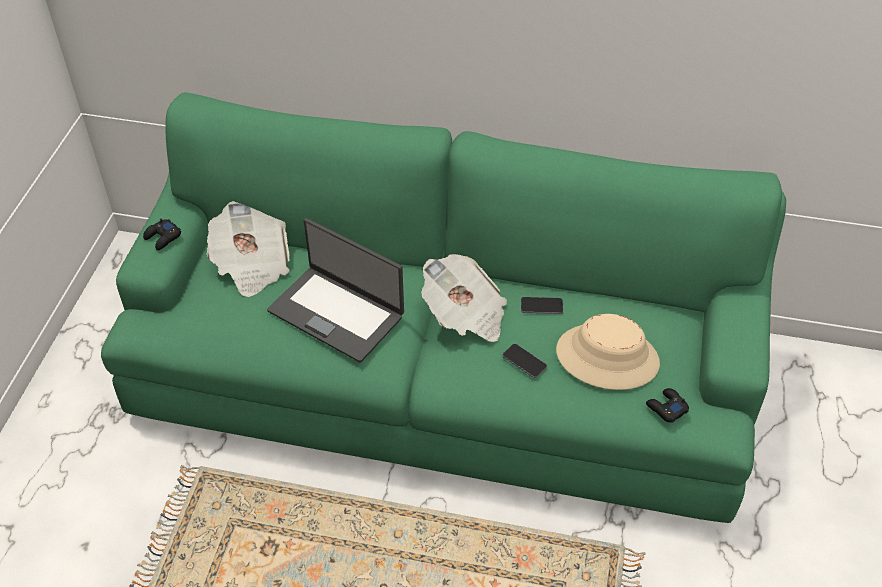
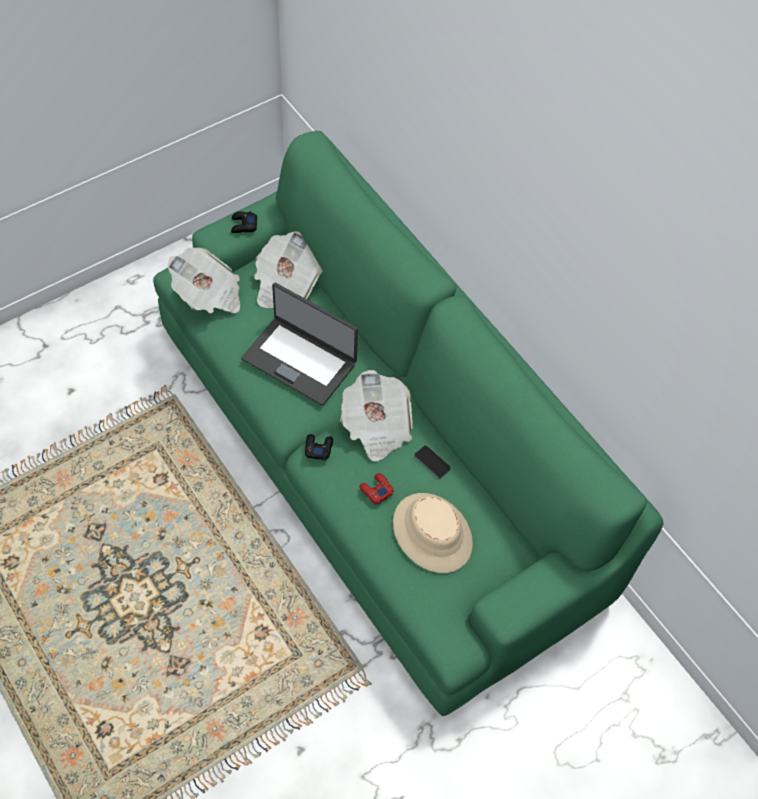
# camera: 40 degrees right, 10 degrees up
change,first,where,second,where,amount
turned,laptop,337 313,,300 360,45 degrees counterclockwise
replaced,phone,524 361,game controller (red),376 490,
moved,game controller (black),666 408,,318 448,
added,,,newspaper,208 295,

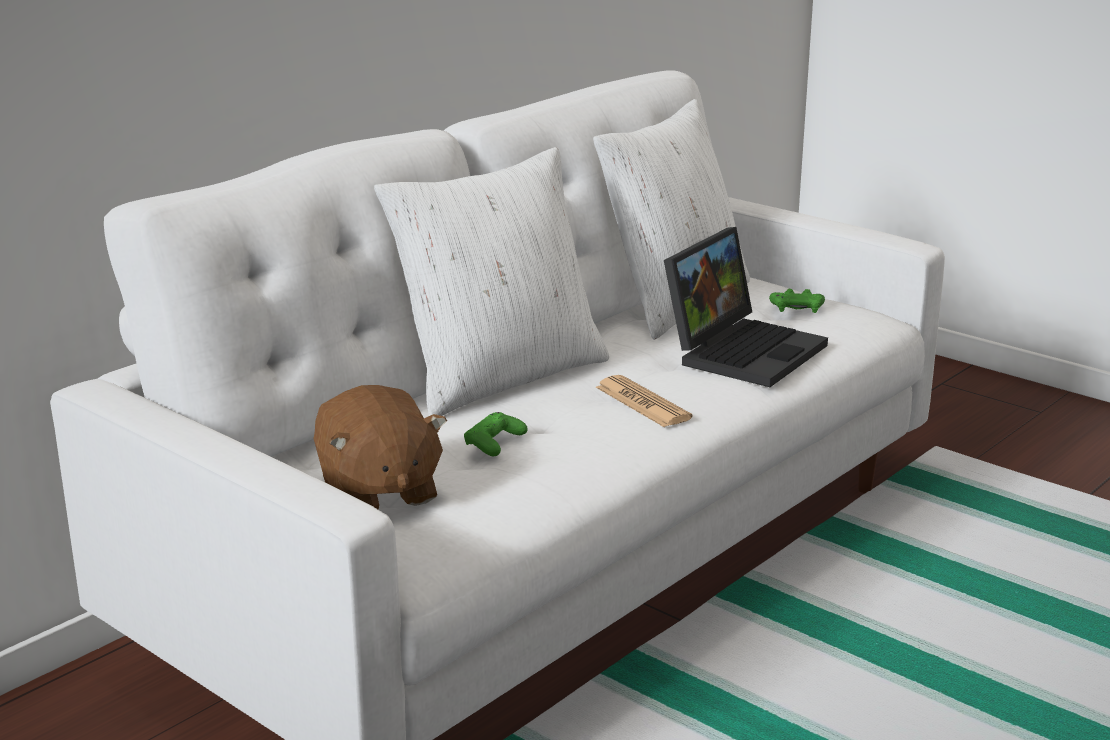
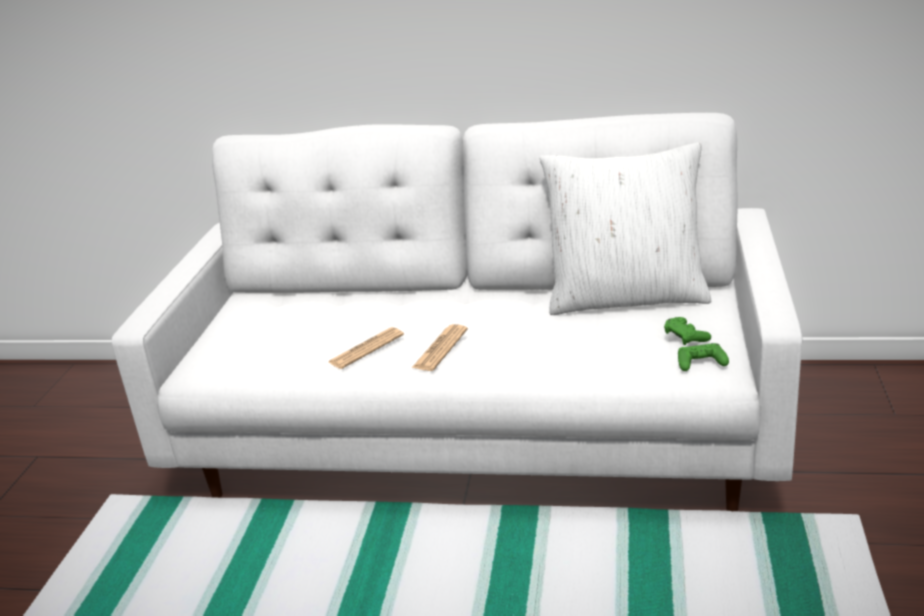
# camera: 60 degrees right, 5 degrees up
change,first,where,second,where,amount
removed,plush toy (brown),378 492,,,
removed,pillow (white),500 377,,,
moved,game controller (green),494 442,,701 362,
removed,laptop,743 350,,,
added,,,newspaper,366 349,

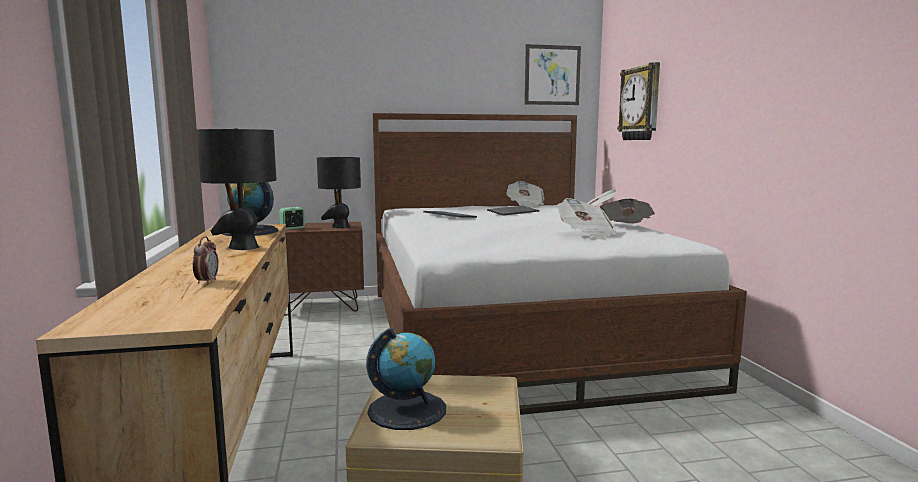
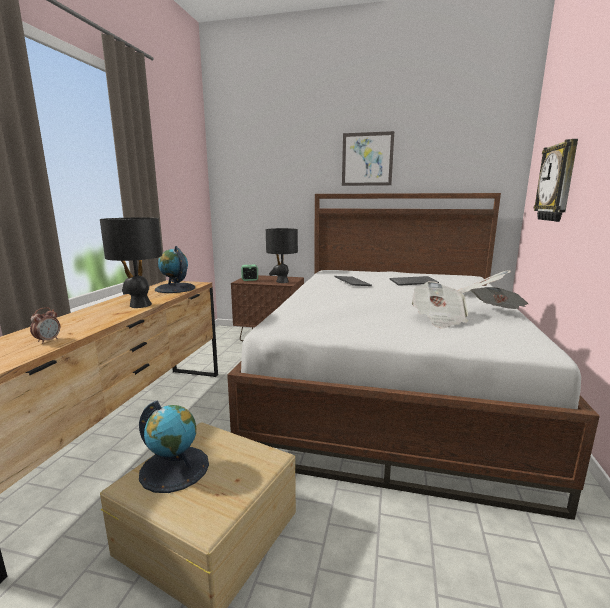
# camera: 25 degrees right, 5 degrees up
change,first,where,second,where,amount
removed,newspaper,525 205,,,
moved,picture,552 75,,367 159,

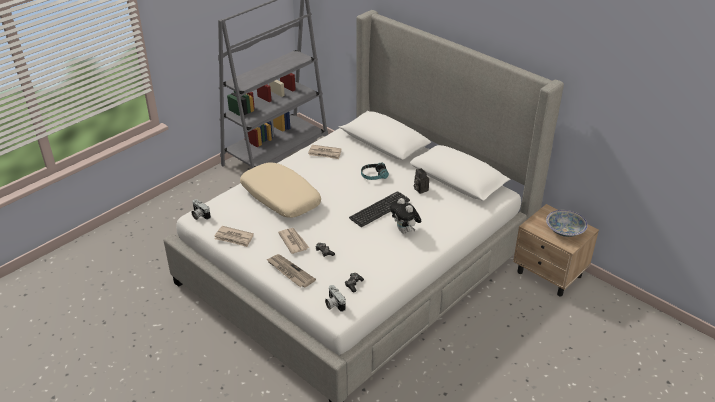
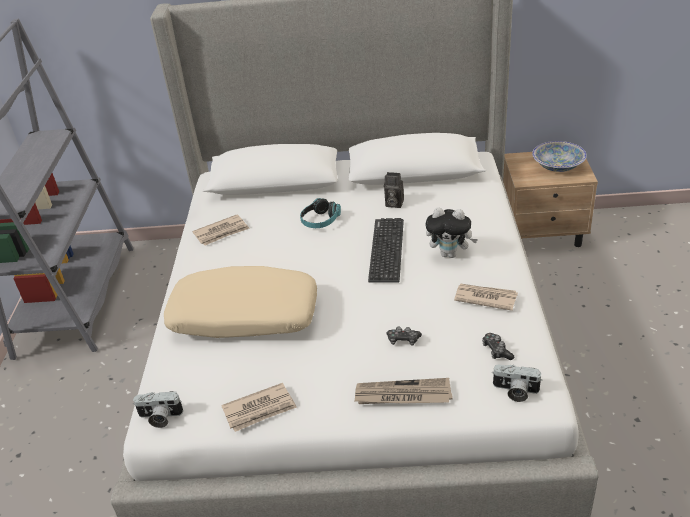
# camera: 40 degrees left, 0 degrees up
change,first,where,second,where,amount
moved,newspaper,293 241,,485 298,

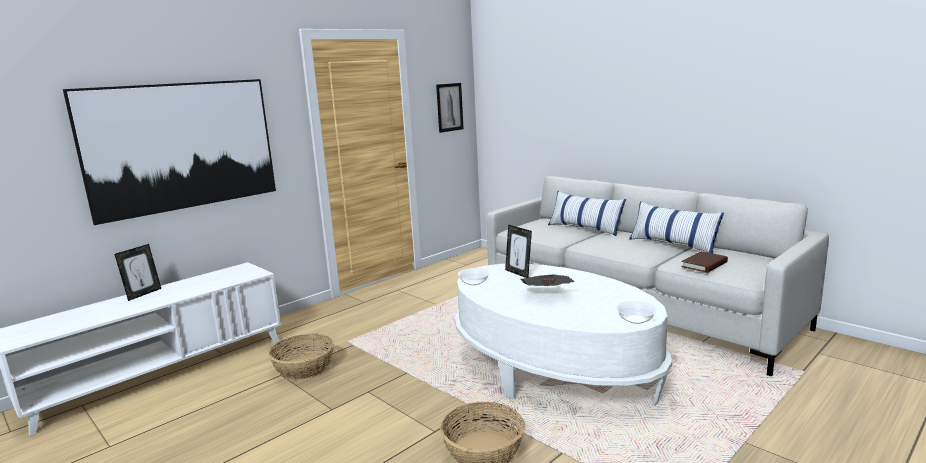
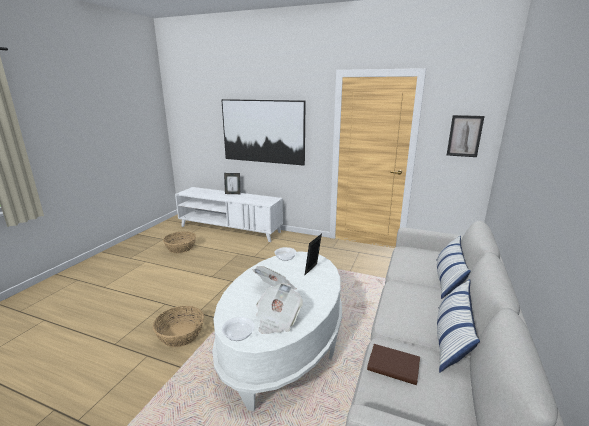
# camera: 65 degrees right, 5 degrees up
change,first,where,second,where,amount
moved,basket,304 368,,181 248,
added,,,newspaper,277 320,

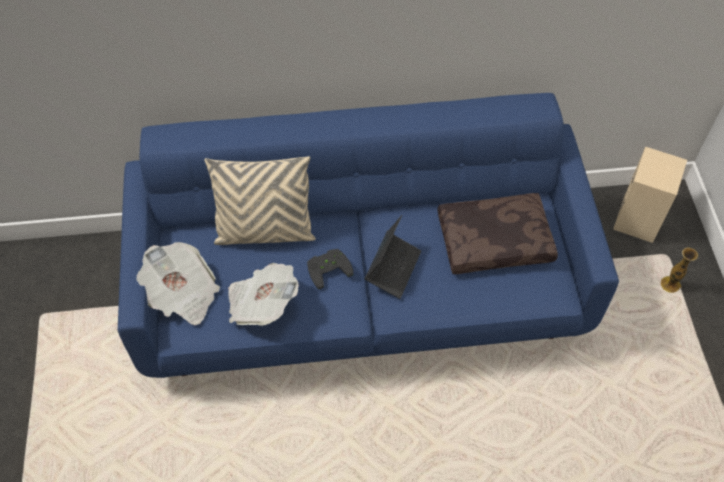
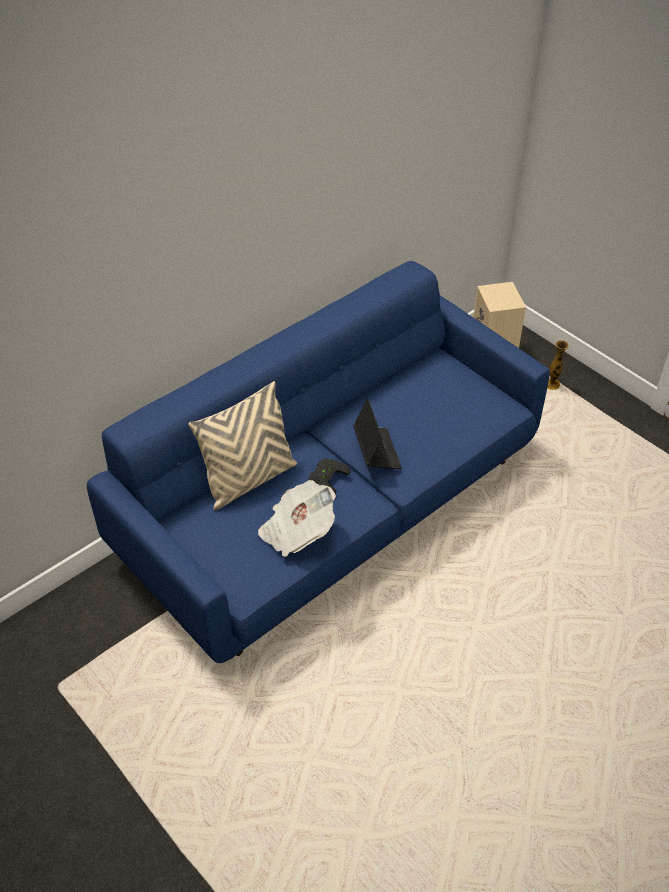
# camera: 35 degrees left, 10 degrees down
change,first,where,second,where,amount
removed,newspaper,182 294,,,
removed,pillow (brown),494 239,,,

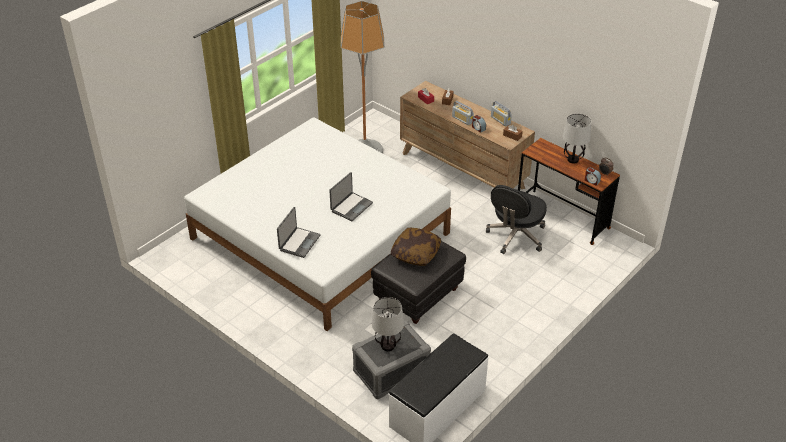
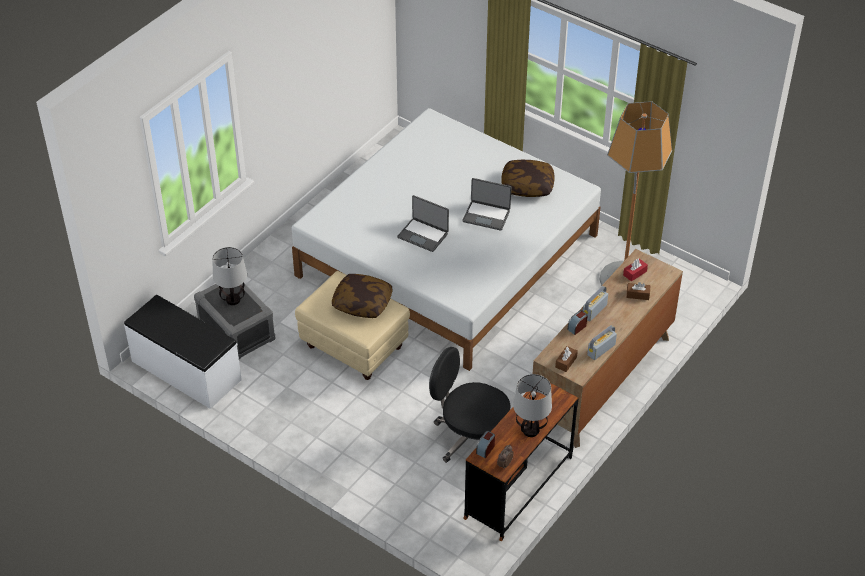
# camera: 85 degrees right, 5 degrees up
change,first,where,second,where,amount
moved,laptop,299 243,,486 215,
recoloured,ottoman (black),418 295,ottoman (beige),354 346,
added,,,pillow,527 186,

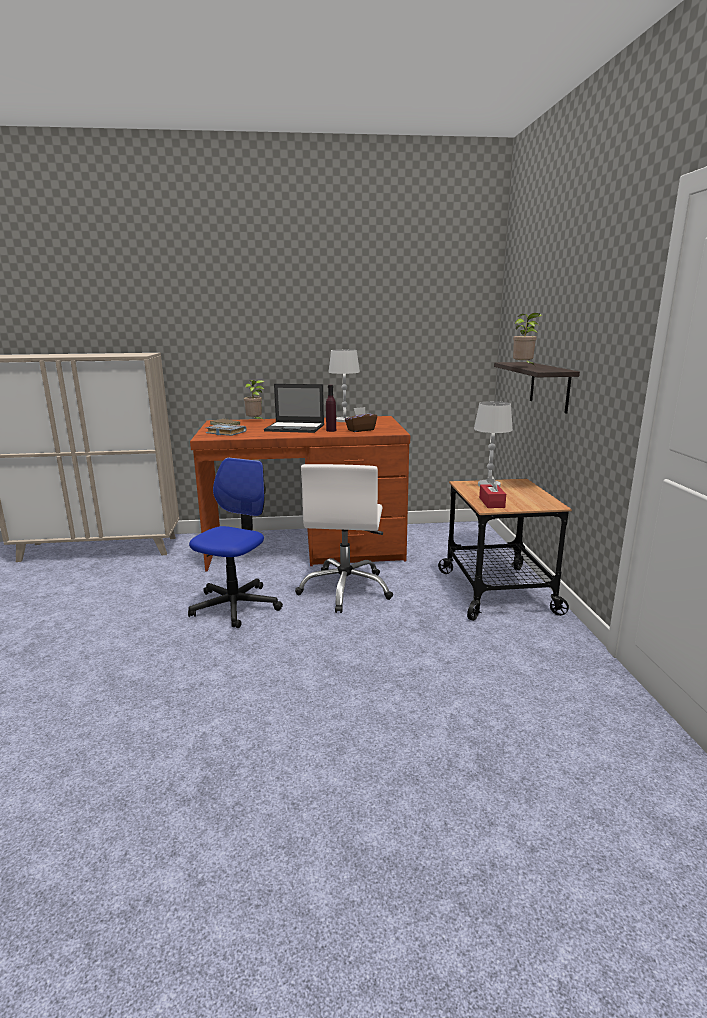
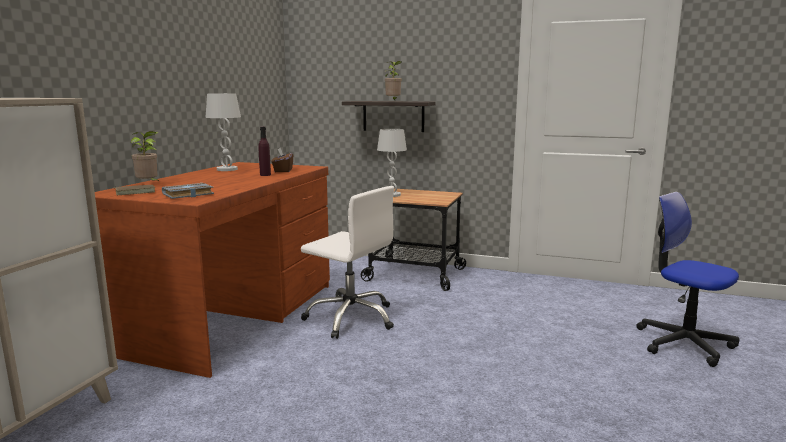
# camera: 65 degrees left, 5 degrees down
change,first,where,second,where,amount
moved,office chair,235 606,,683 343,
removed,laptop,295 428,,,
removed,tissue box (red),491 502,,,

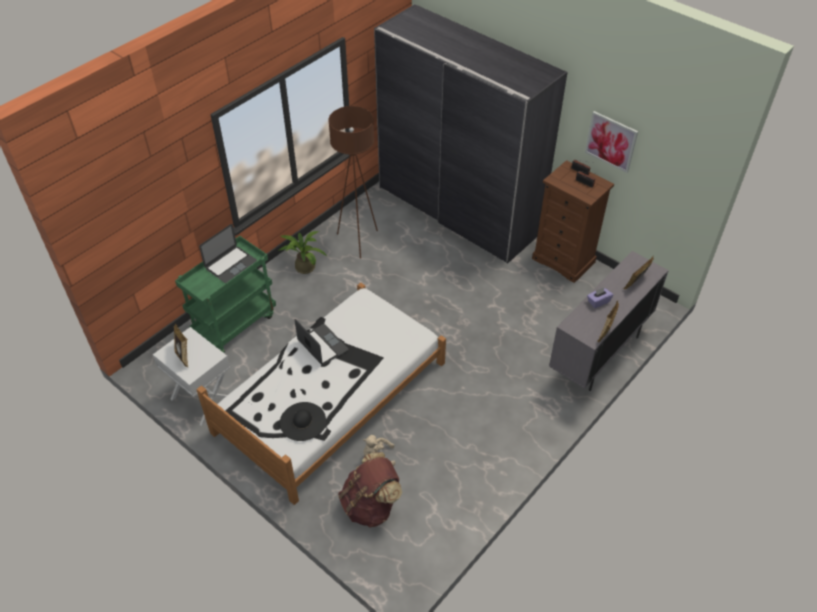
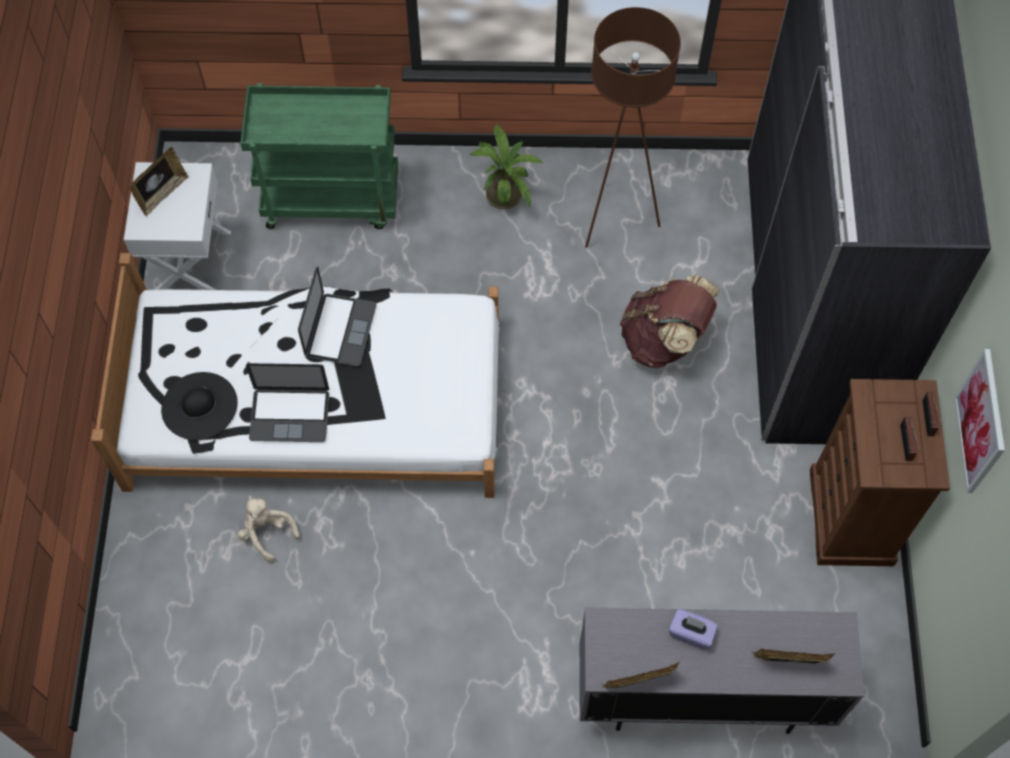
# camera: 50 degrees right, 15 degrees up
change,first,where,second,where,amount
moved,laptop,231 264,,290 415,
moved,backpack (brown),370 505,,664 340,

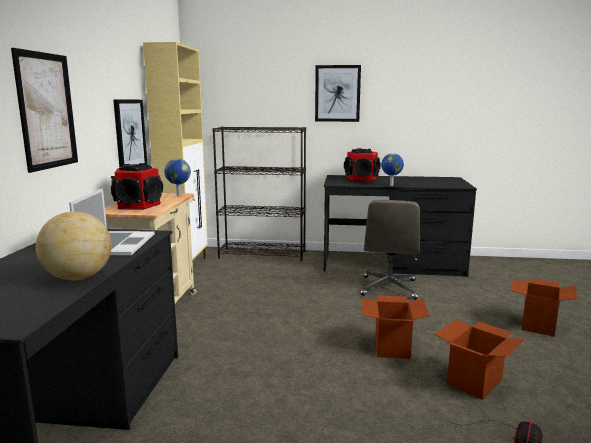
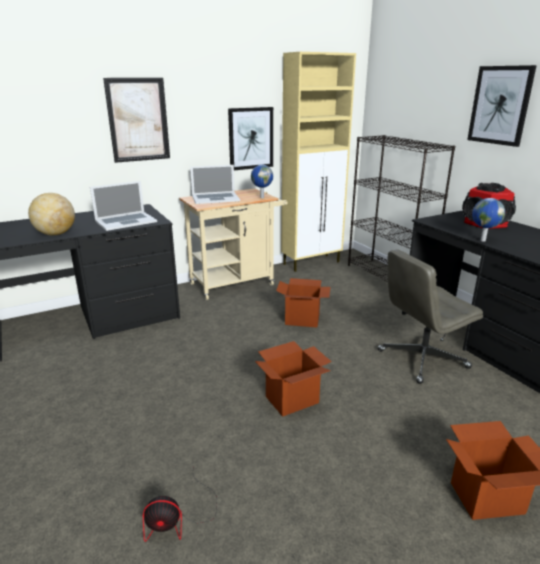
# camera: 55 degrees right, 10 degrees up
change,first,where,second,where,amount
replaced,speaker,137 205,laptop,215 198,
moved,cardboard box,474 382,,302 320,

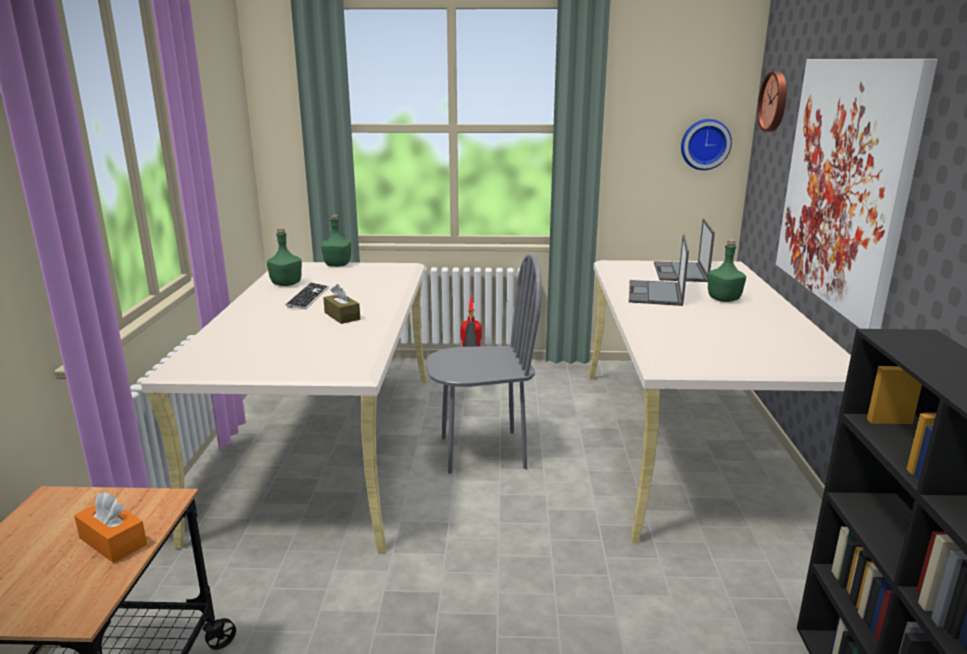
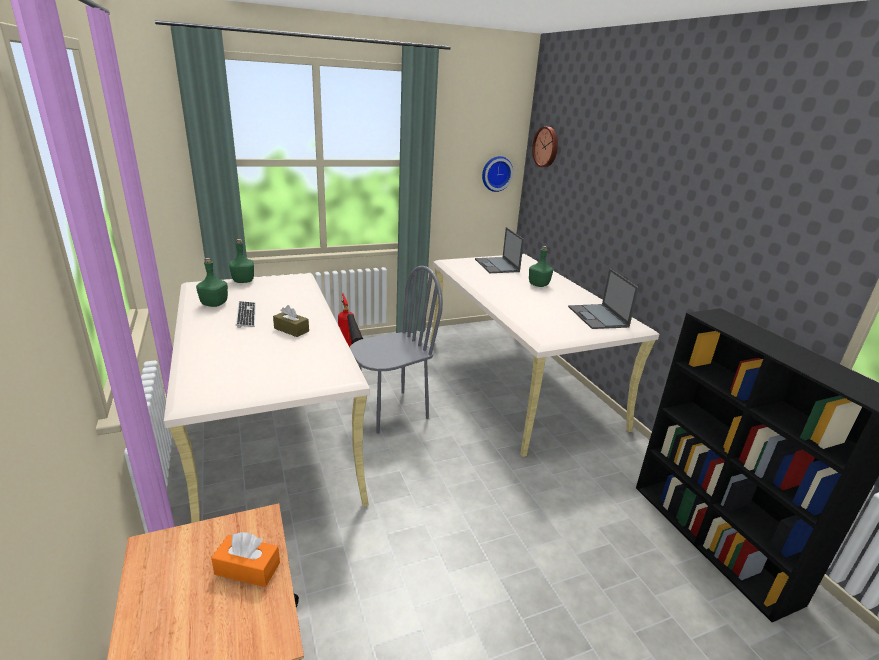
# camera: 25 degrees left, 5 degrees up
change,first,where,second,where,amount
moved,laptop,655 293,,598 317,
removed,picture,845 183,,,

